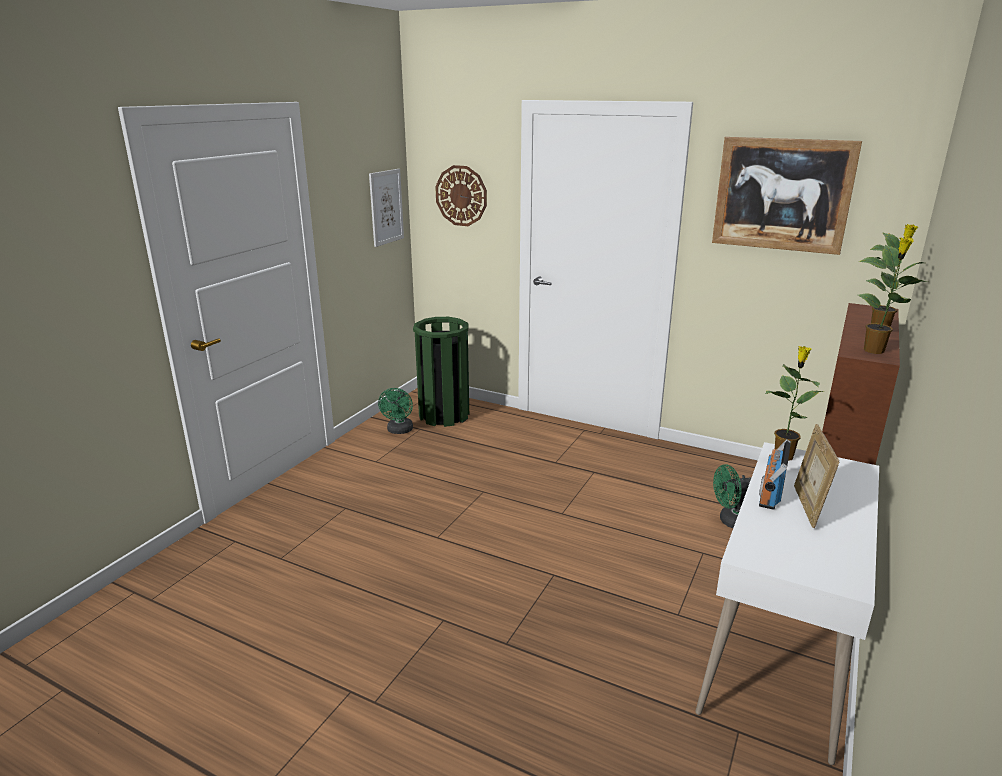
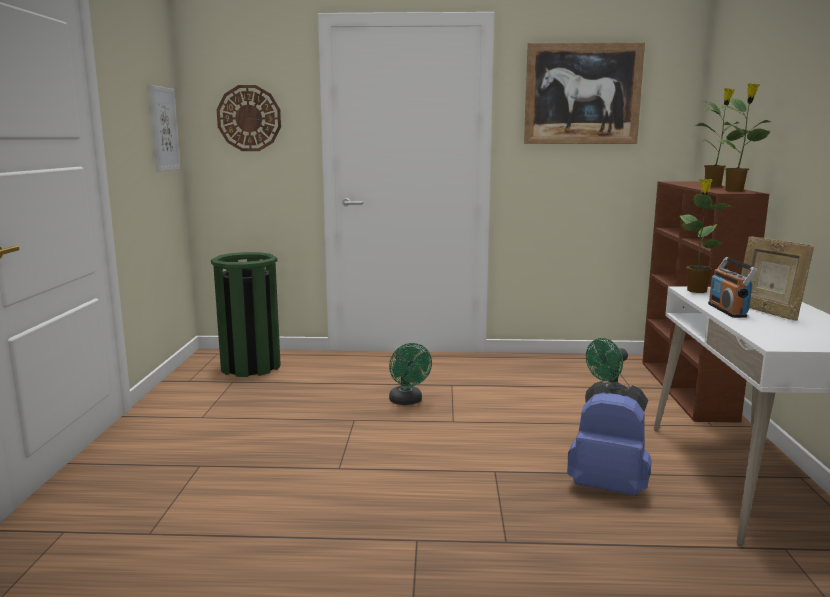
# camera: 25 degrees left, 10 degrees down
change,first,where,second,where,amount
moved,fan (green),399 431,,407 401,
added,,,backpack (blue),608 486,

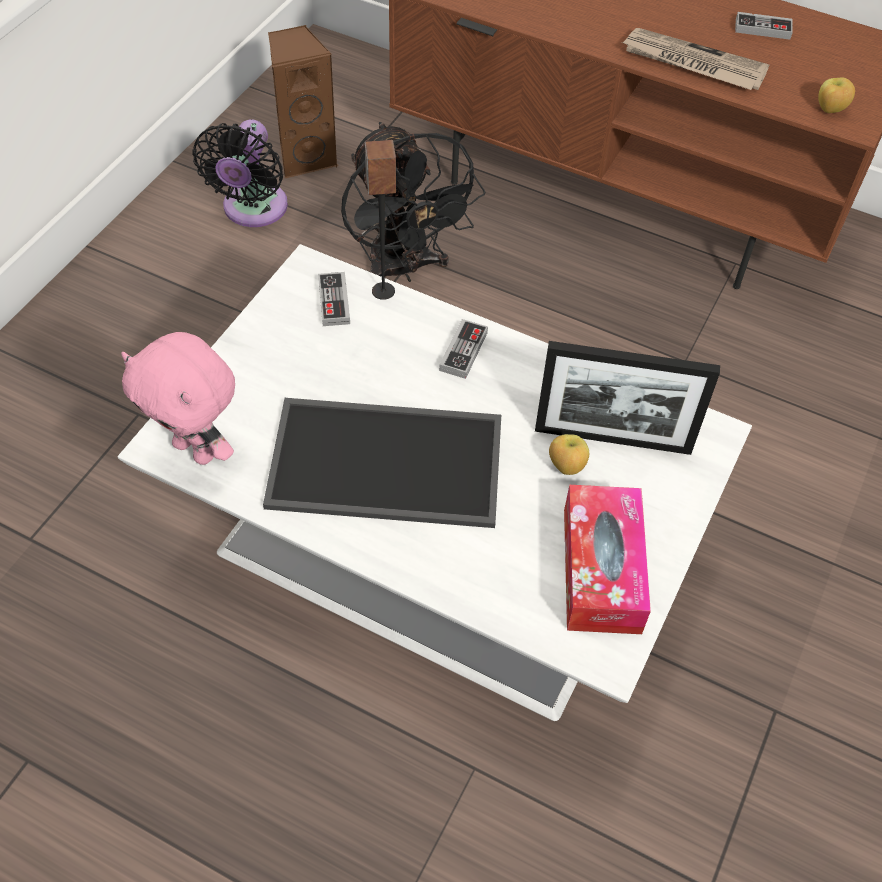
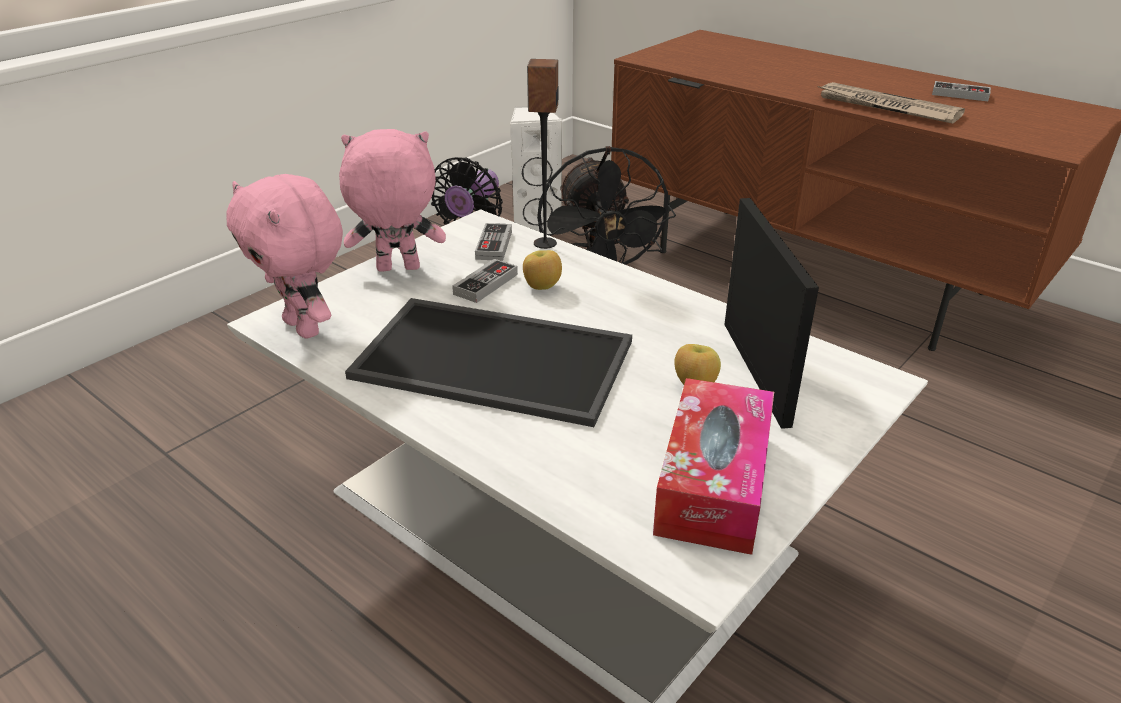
# camera: 15 degrees right, 20 degrees down
change,first,where,second,where,amount
recoloured,speaker (brown),305 157,speaker (white),536 225,
moved,game controller,463 351,,485 284,
turned,picture frame,612 439,,755 371,120 degrees counterclockwise
moved,apple,830 109,,542 287,
added,,,plush toy (pink),397 270,

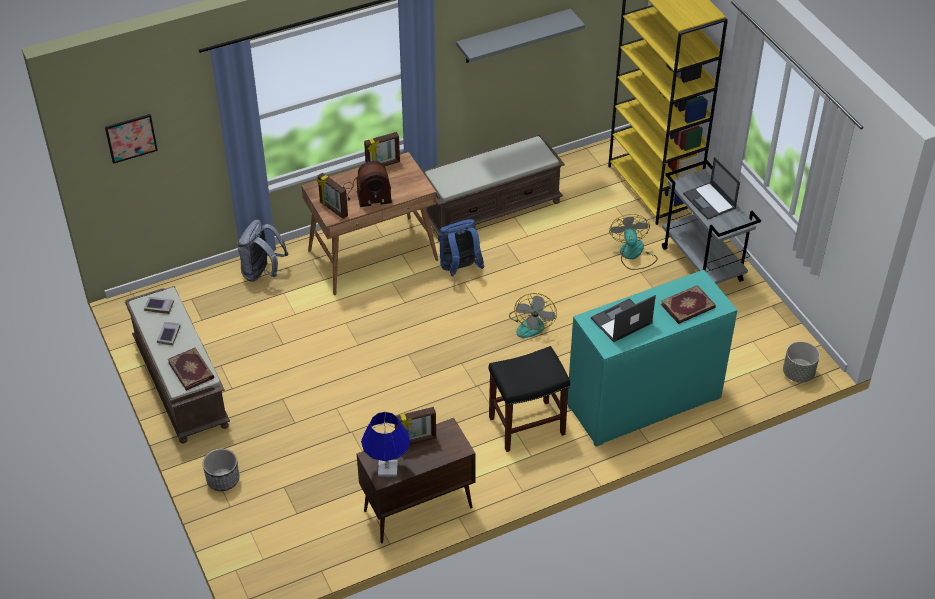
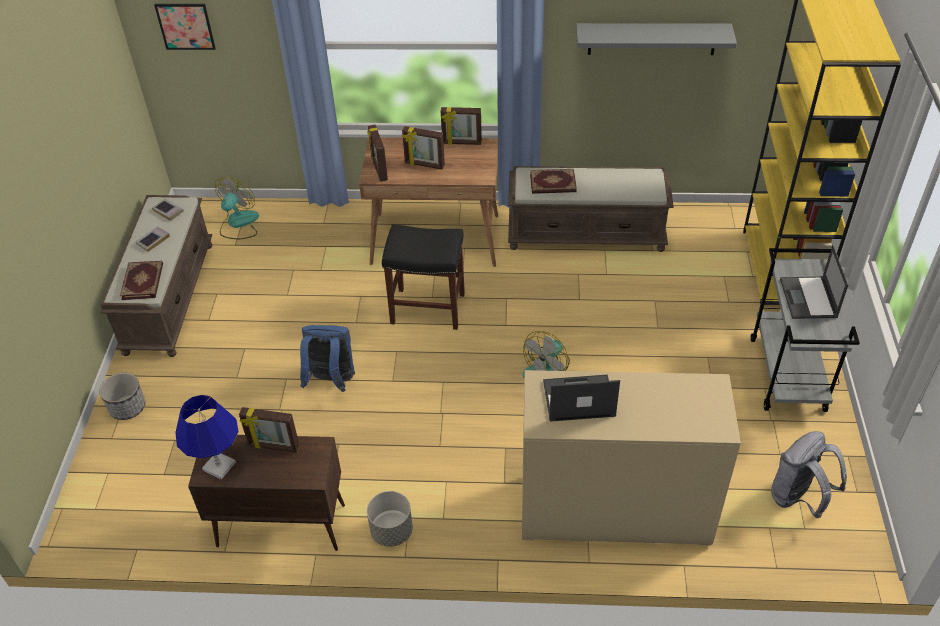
# camera: 30 degrees right, 0 degrees up
change,first,where,second,where,amount
moved,backpack (grey),262 272,,798 498,
replaced,radio,367 193,picture frame,424 165,
moved,backpack (blue),459 269,,331 381,
moved,stool (black),526 426,,426 309,
recoloured,dresser (turquoise),644 402,dresser (beige),614 510,
moved,fan,633 255,,238 224,
moved,book,688 307,,553 184,
moved,planter (grey),798 373,,391 531,

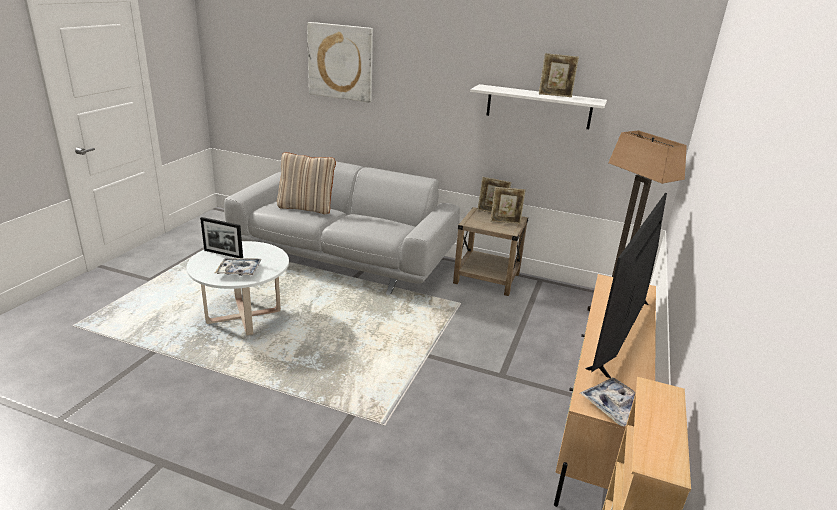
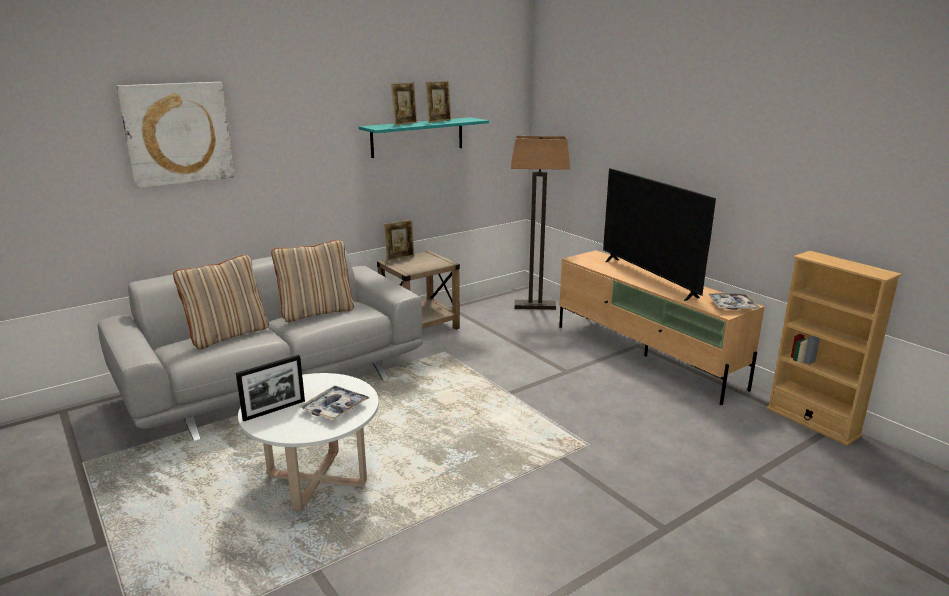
# camera: 55 degrees left, 5 degrees down
change,first,where,second,where,amount
recoloured,shelf (white),538 107,shelf (turquoise),417 137,
moved,picture frame,505 222,,405 124,
added,,,pillow (beige),316 312,

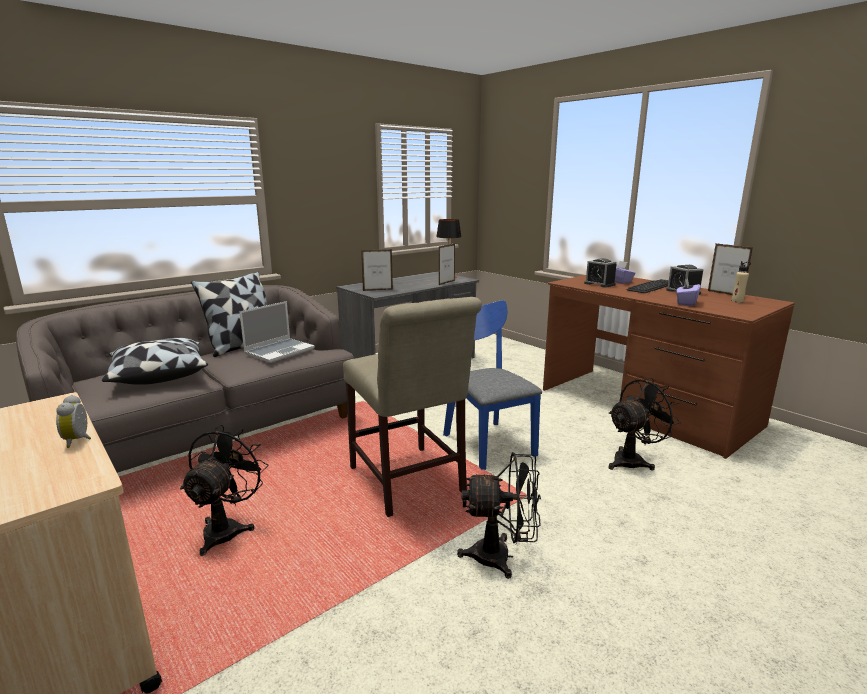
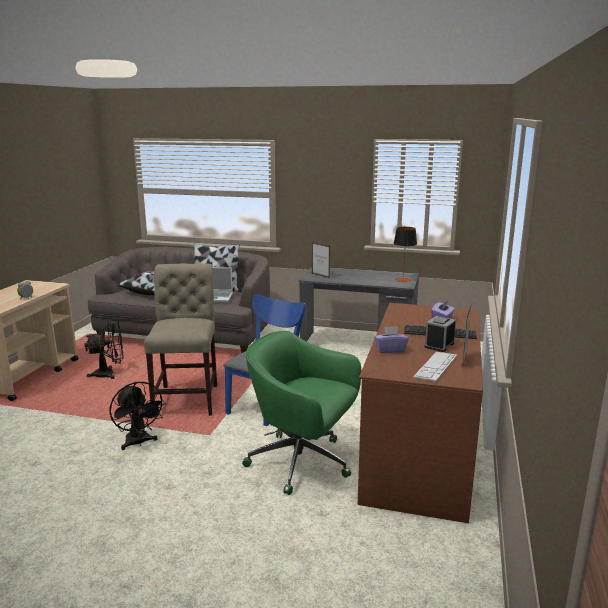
# camera: 55 degrees right, 0 degrees up
change,first,where,second,where,amount
turned,chair (beige),409 483,,188 398,150 degrees clockwise
removed,picture frame,446 283,,,
removed,alarm clock,599 284,,,
replaced,fan (black),633 460,office chair (green),302 463,
replaced,bottle (beige),737 301,keyboard,436 367,

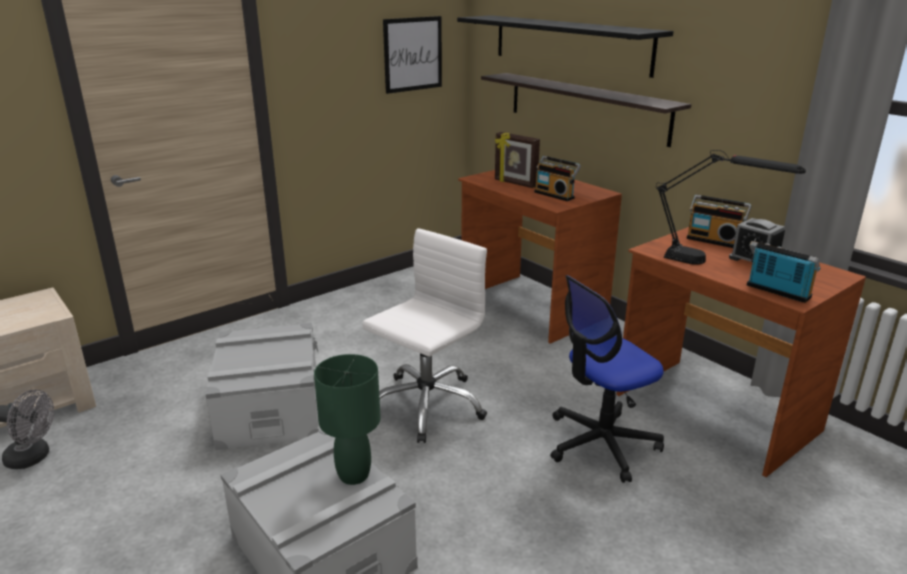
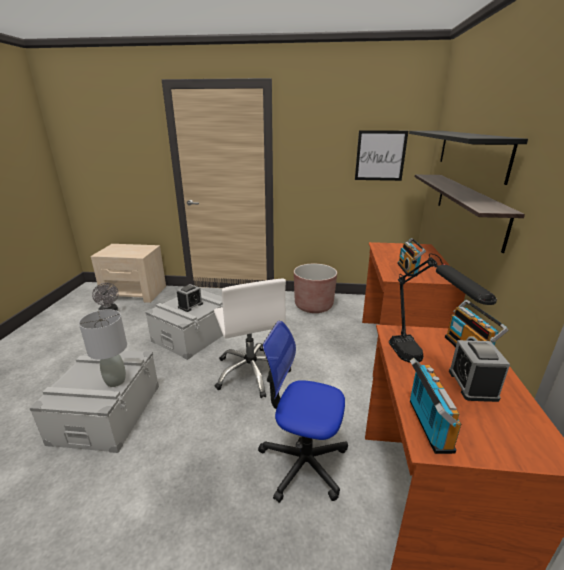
# camera: 45 degrees right, 0 degrees up
change,first,where,second,where,amount
recoloured,table lamp (green),353 474,table lamp (grey),116 381,
turned,office chair (white),426 405,,251 372,75 degrees clockwise
removed,picture frame,515 183,,,
added,,,alarm clock,190 305,
added,,,planter (brown),313 306,

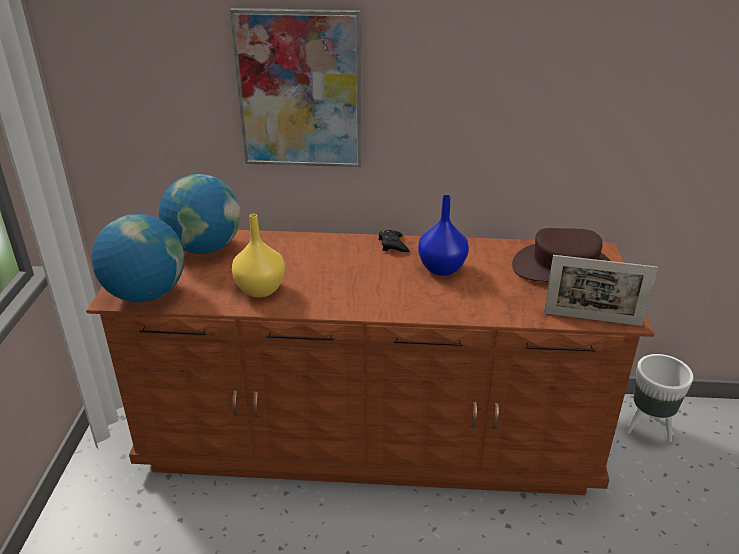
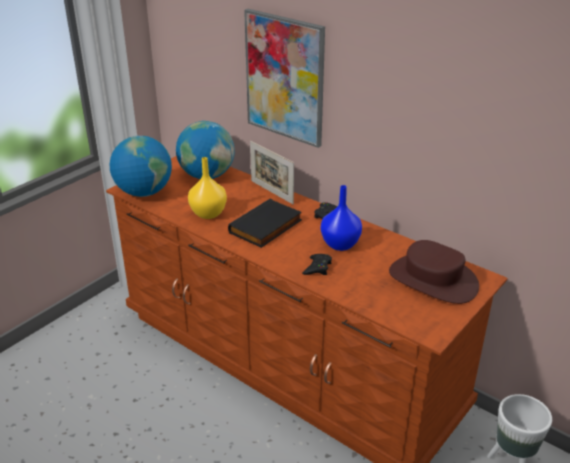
# camera: 35 degrees right, 0 degrees up
change,first,where,second,where,amount
moved,picture frame,592 319,,271 192,
added,,,book (black),266 227,
added,,,game controller (black),317 268,

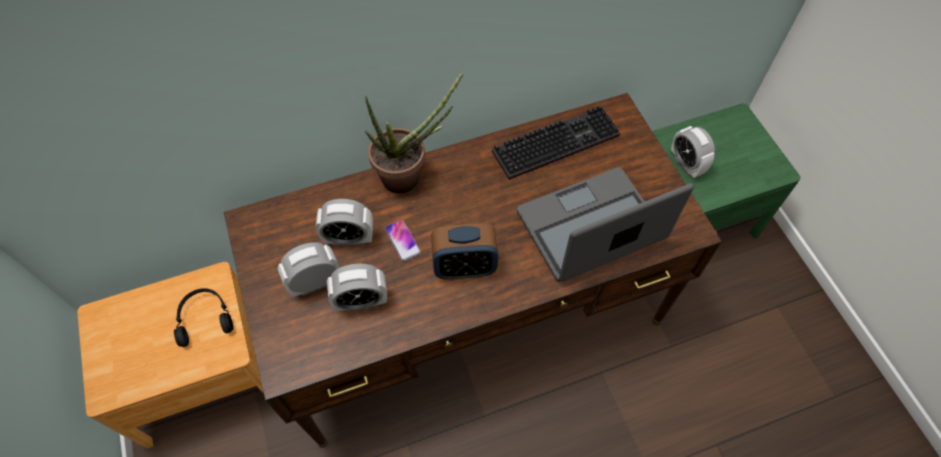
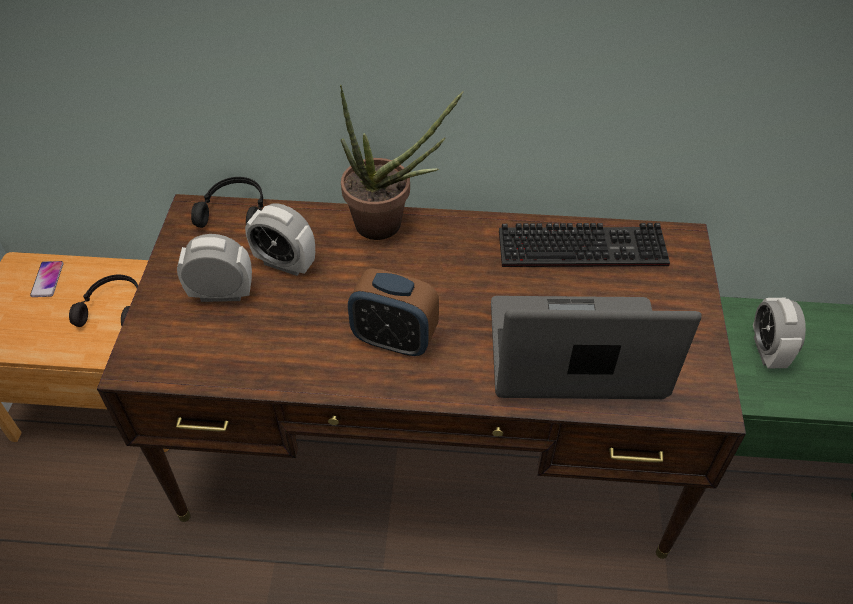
# camera: 25 degrees right, 10 degrees down
change,first,where,second,where,amount
removed,alarm clock,361 302,,,
moved,phone,402 240,,47 279,
added,,,headphones (black),235 211,

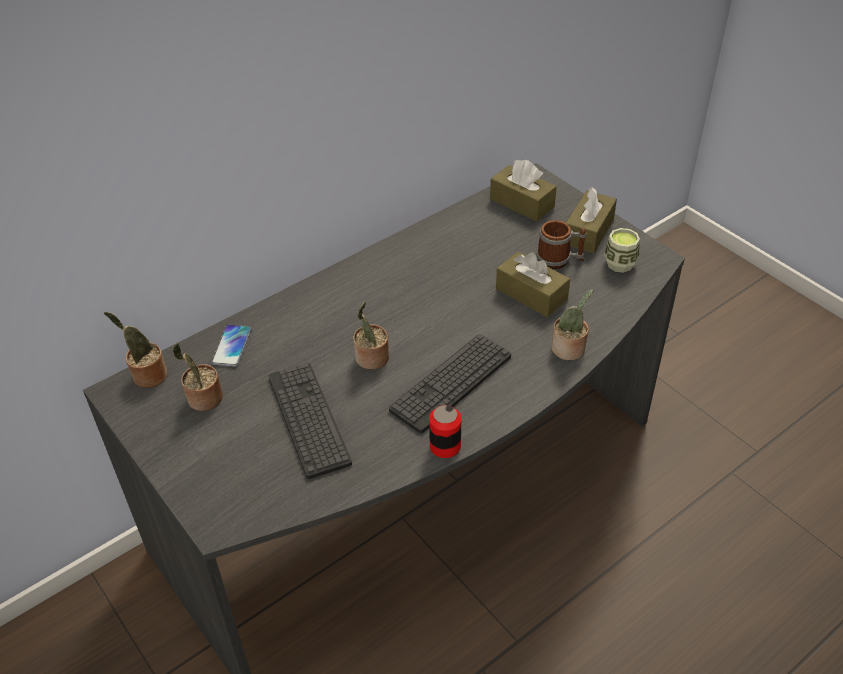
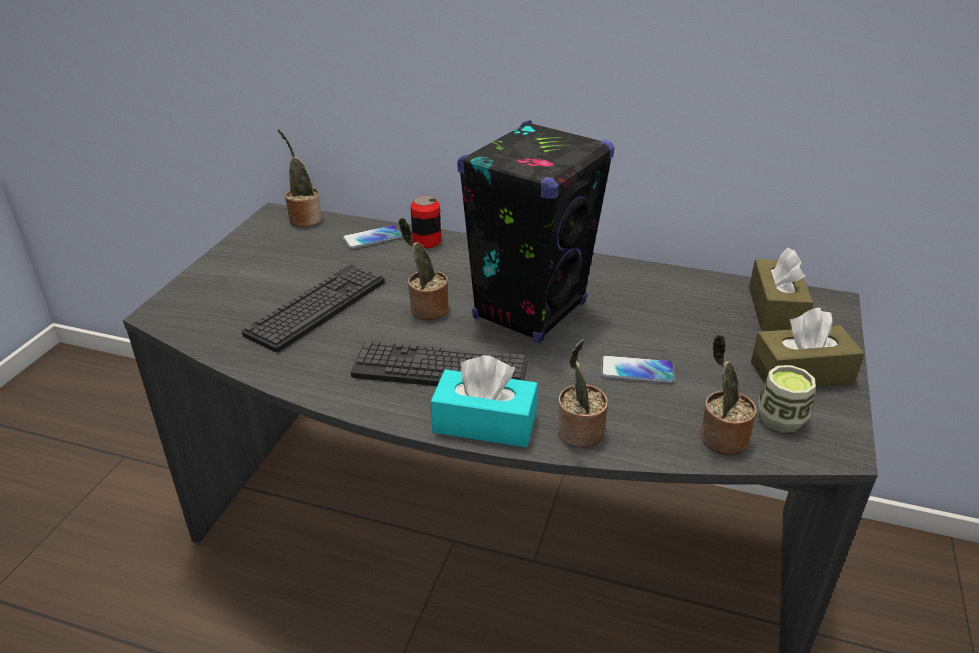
# camera: 55 degrees right, 10 degrees down
change,first,where,second,where,amount
moved,potted plant,203 400,,720 439,
moved,can,445 446,,426 241,
replaced,tissue box (brown),531 294,phone,637 371,
removed,mug,559 260,,,
added,,,tissue box (turquoise),485 423,
added,,,speaker (black),530 311,

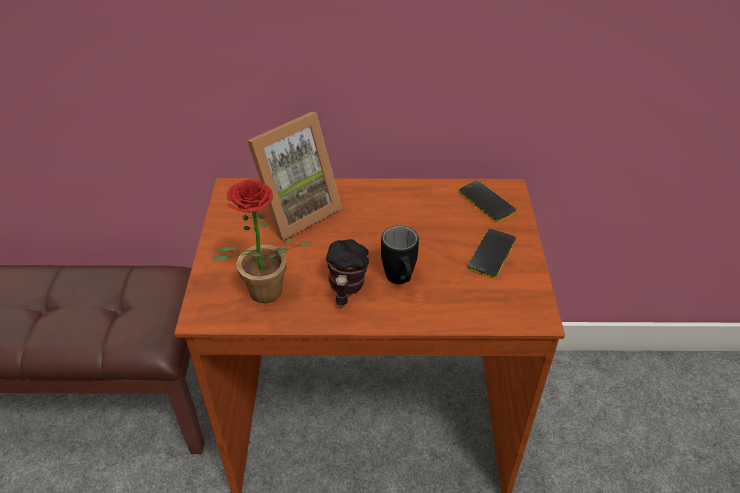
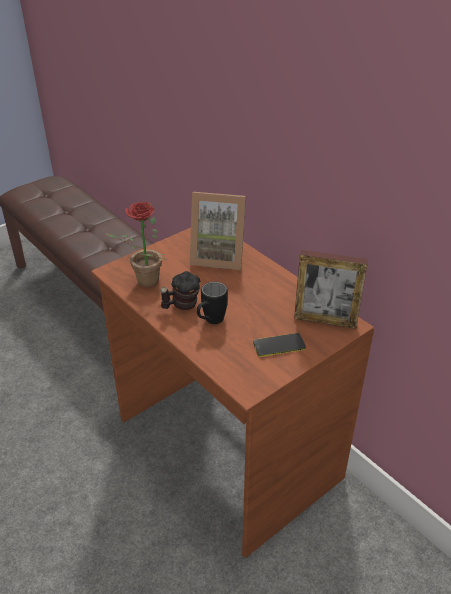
# camera: 50 degrees right, 5 degrees down
change,first,where,second,where,amount
replaced,phone,486 202,picture frame,325 321,

